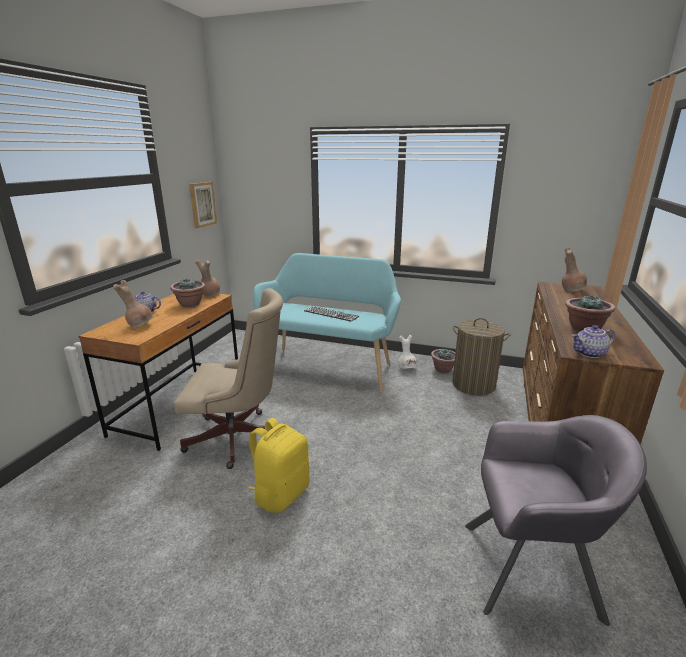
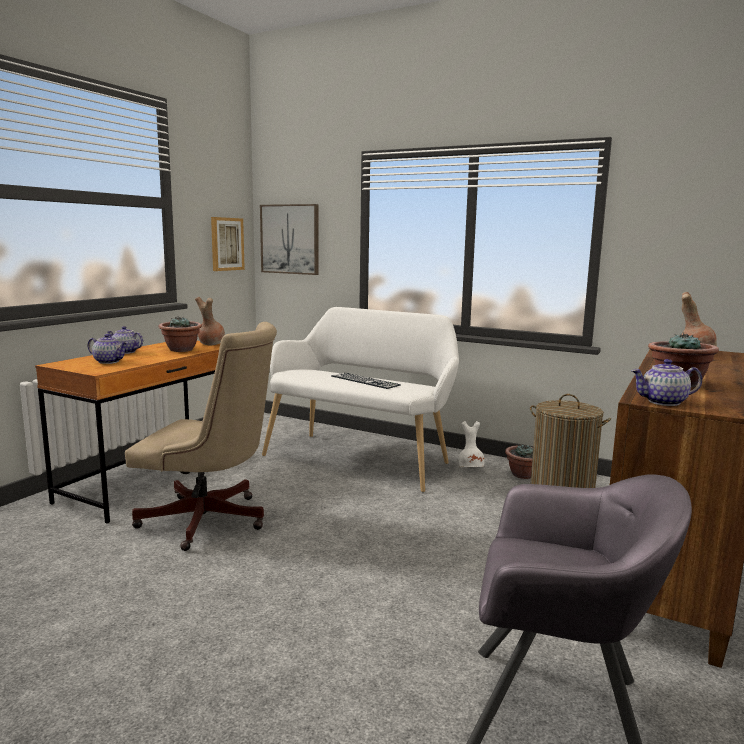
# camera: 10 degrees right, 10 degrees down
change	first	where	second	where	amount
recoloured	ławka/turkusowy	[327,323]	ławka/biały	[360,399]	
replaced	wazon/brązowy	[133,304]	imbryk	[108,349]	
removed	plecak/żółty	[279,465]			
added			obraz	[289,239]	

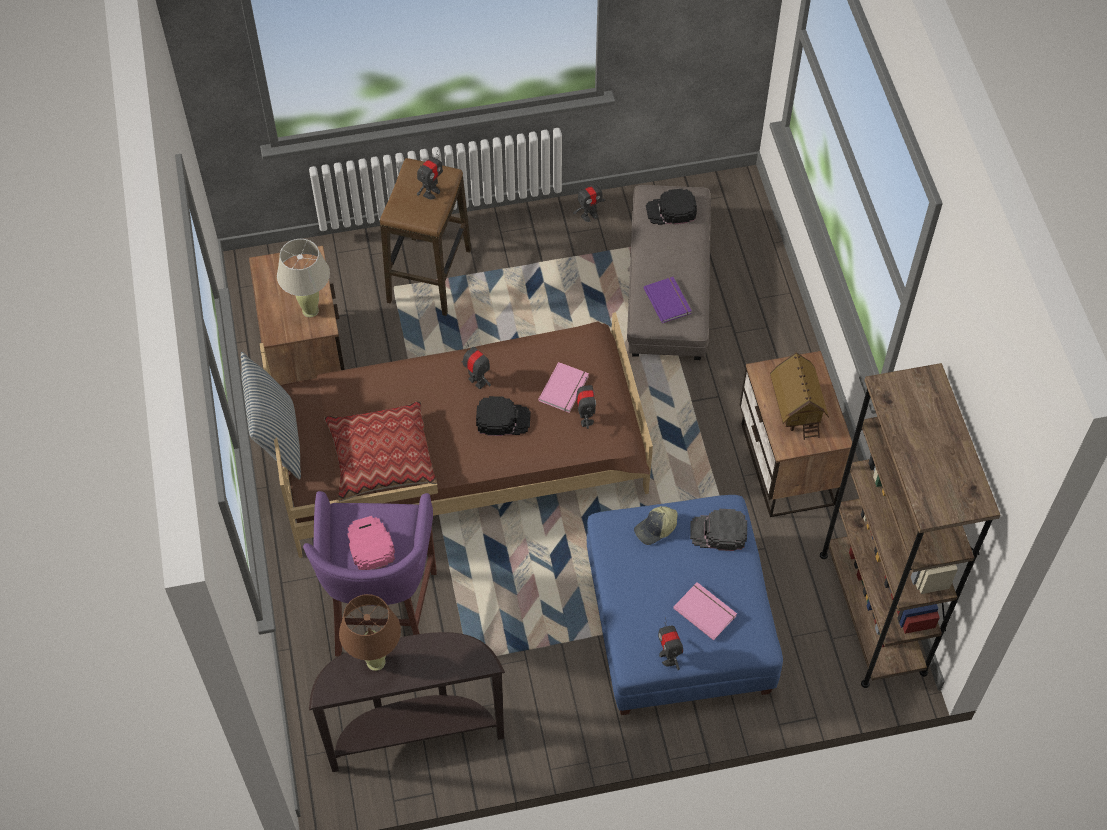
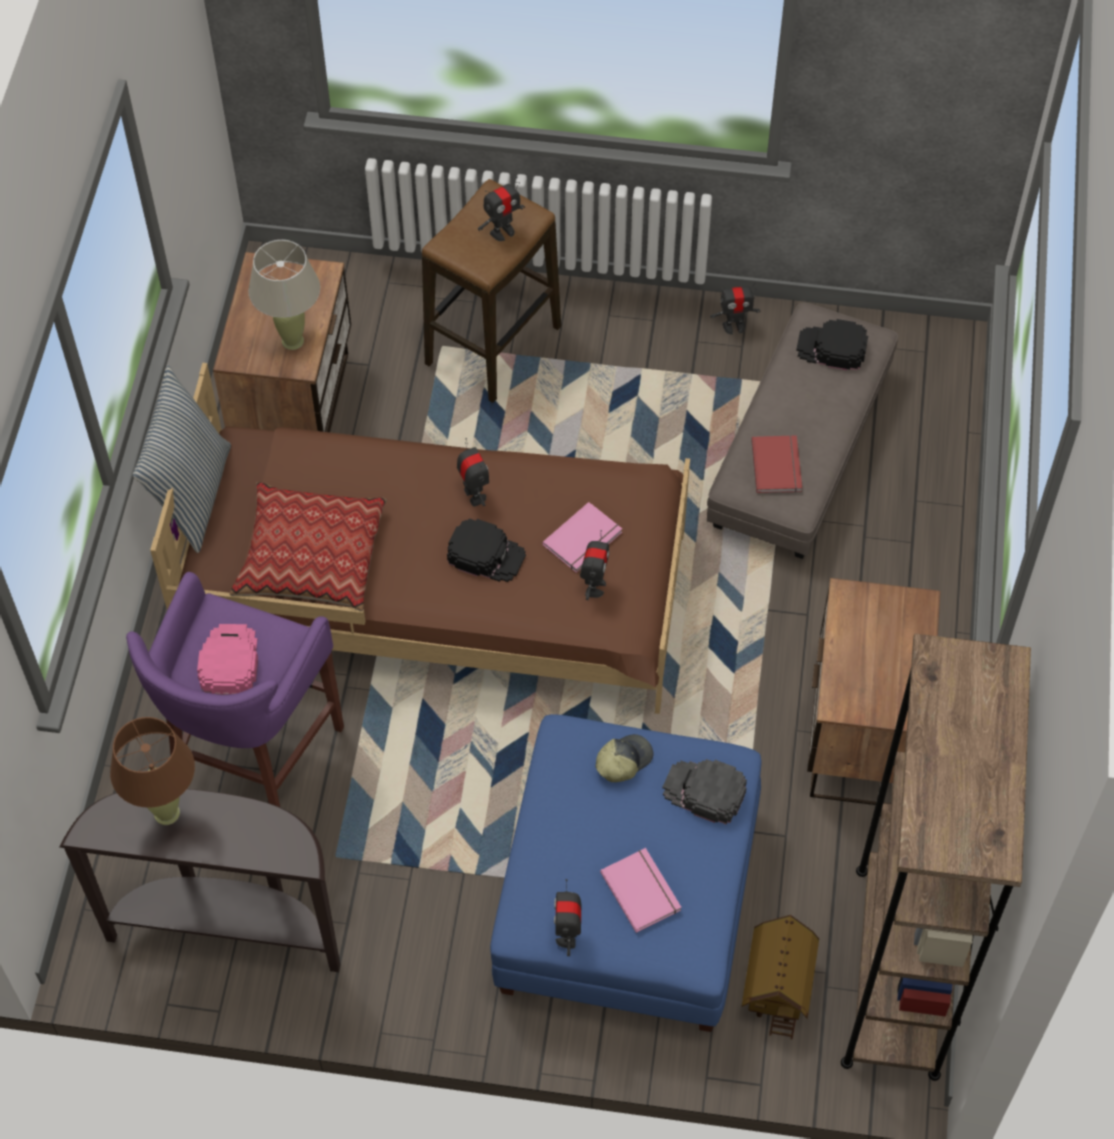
# camera: 20 degrees right, 0 degrees up
change	first	where	second	where	amount
recoloured	książka/fioletowy	[668,300]	książka/czerwony	[776,464]	
moved	domek	[799,396]		[780,977]	
turned	czapka z daszkiem	[656,525]		[625,758]	150 degrees clockwise

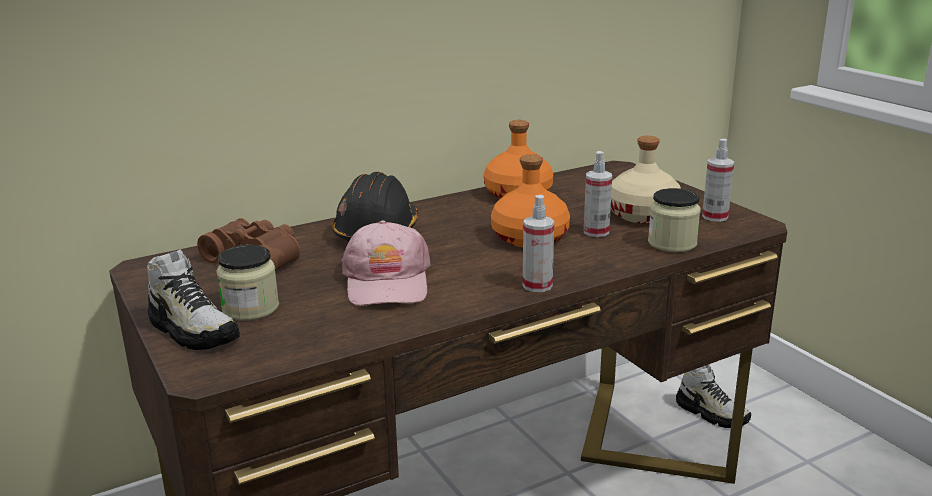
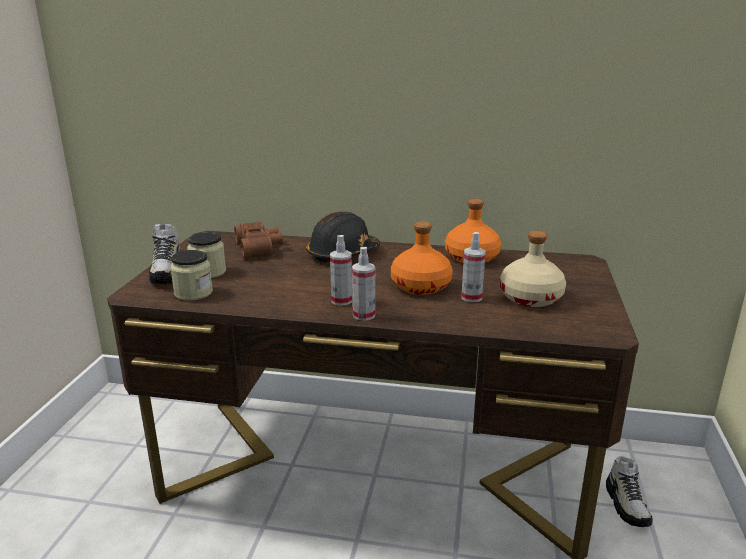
# camera: 40 degrees right, 0 degrees up
change	first	where	second	where	amount
moved	spryskiwacz	[718,180]		[341,270]	
moved	słoik	[674,220]		[191,275]	
removed	czapka z daszkiem/różowy	[386,263]			

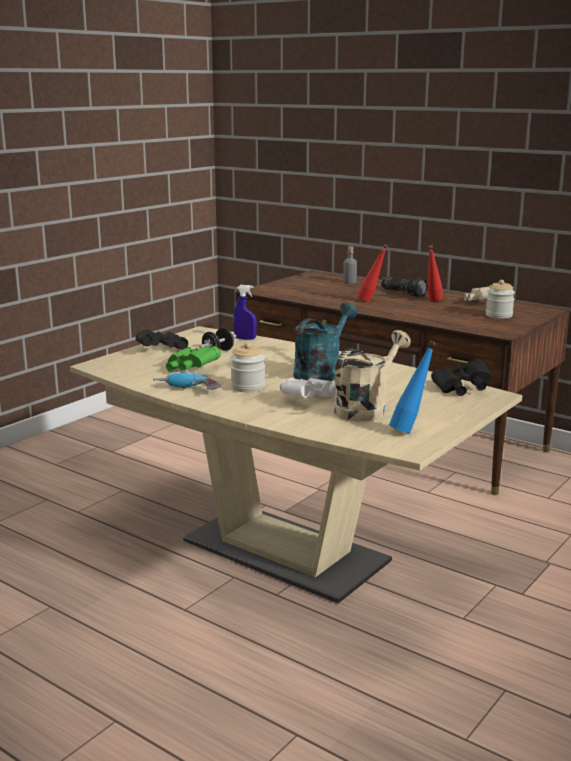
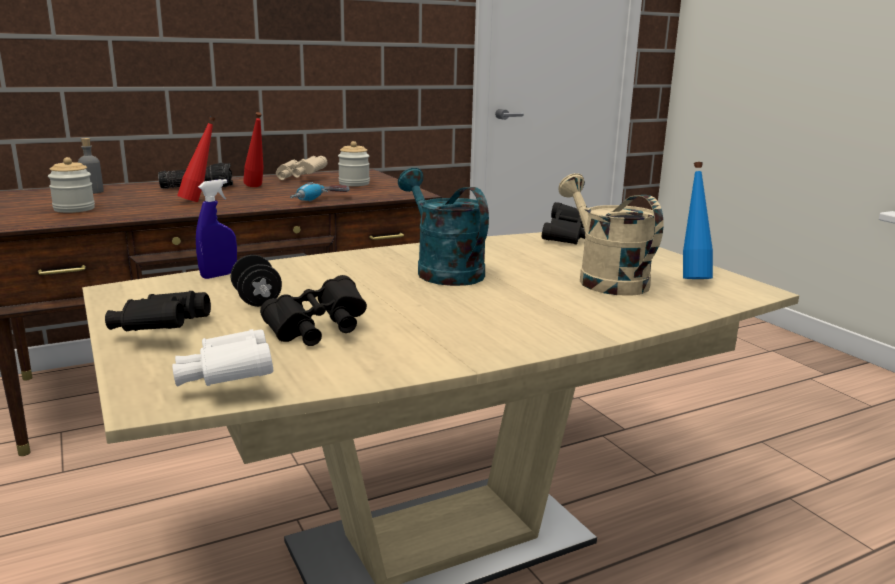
# camera: 65 degrees left, 0 degrees up
change	first	where	second	where	amount
moved	słoik	[247,367]		[71,185]	
recoloured	lornetka/zielony	[193,359]	lornetka/czarny	[313,310]	
moved	wiertarka	[187,380]		[319,191]	
moved	lornetka/biały	[308,388]		[222,358]	

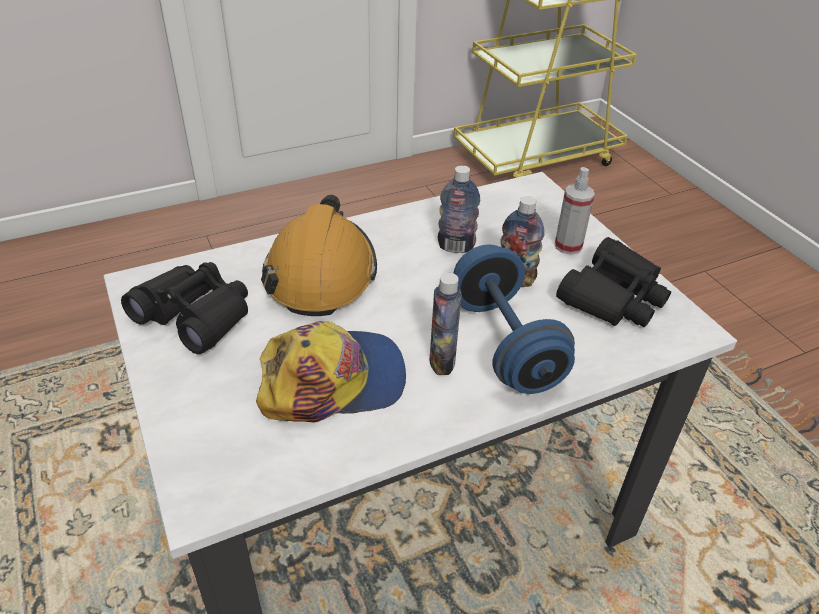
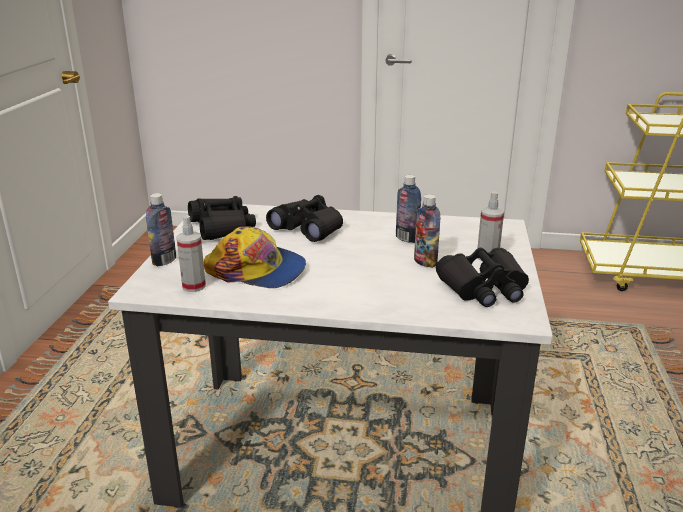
# camera: 35 degrees right, 15 degrees down
change	first	where	second	where	amount
replaced	kask/pomarańczowy	[319,255]	lornetka/czarny	[304,218]	
removed	hantel/niebieski	[514,319]			
moved	butelka	[446,324]		[161,229]	
added			spryskiwacz	[191,254]	

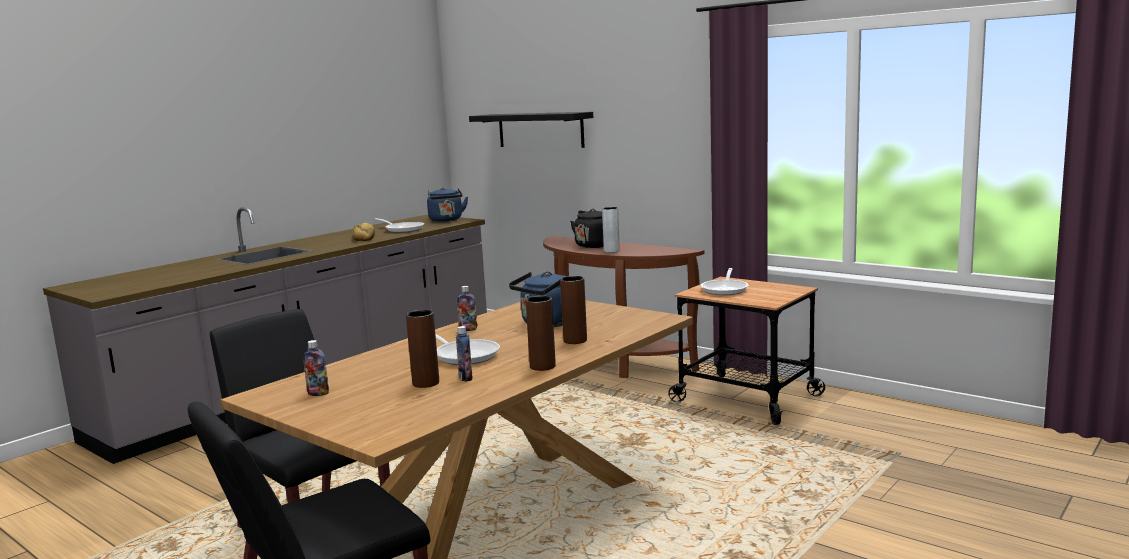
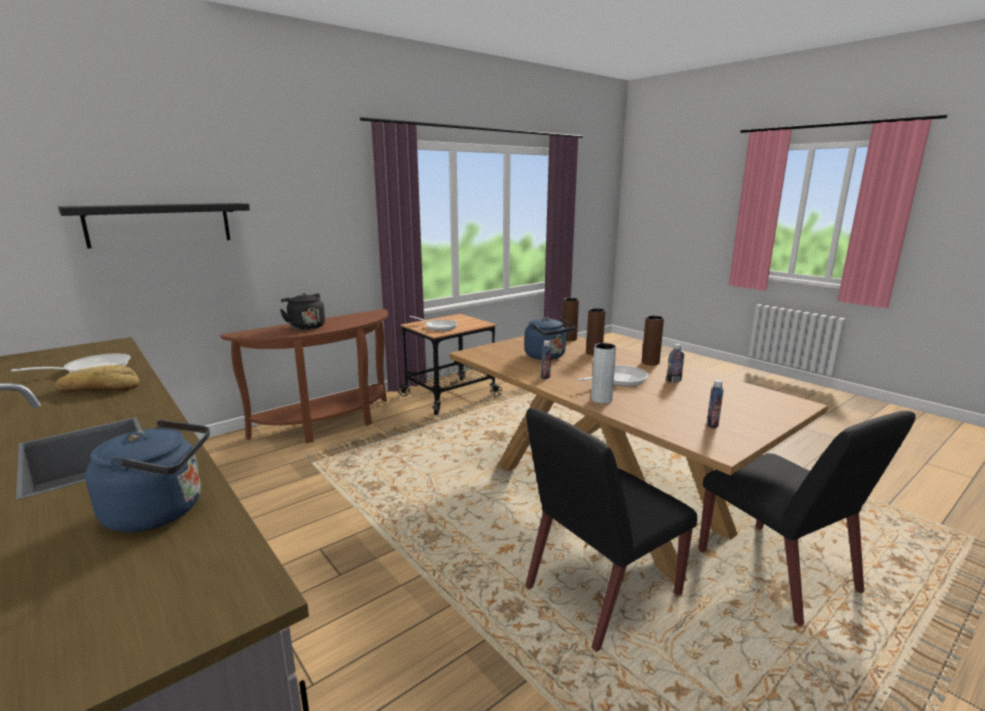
# camera: 80 degrees left, 5 degrees up
change	first	where	second	where	amount
moved	czajnik/niebieski	[447,204]		[147,476]	
moved	wazon/szary	[611,230]		[603,373]	
moved	wazon/brązowy	[422,349]		[571,319]	

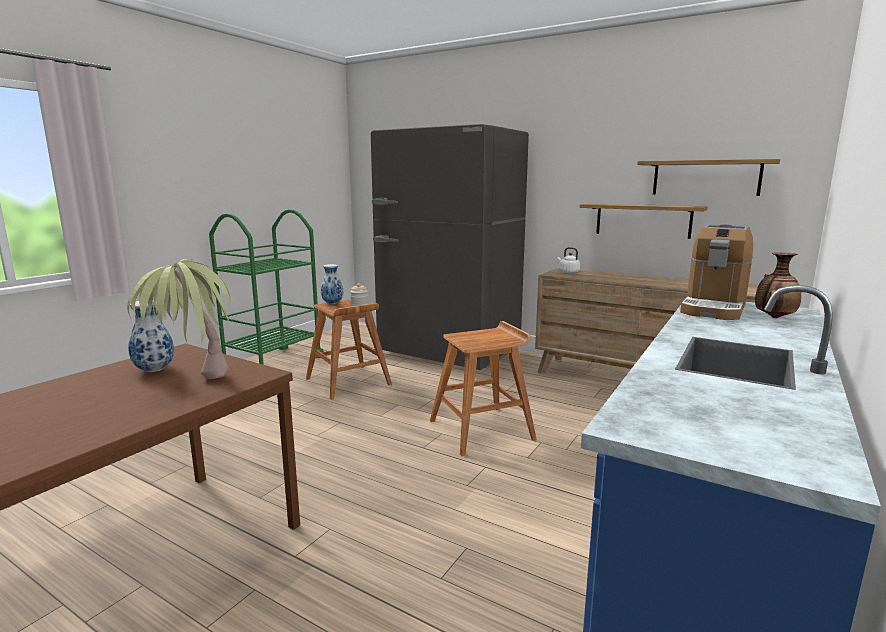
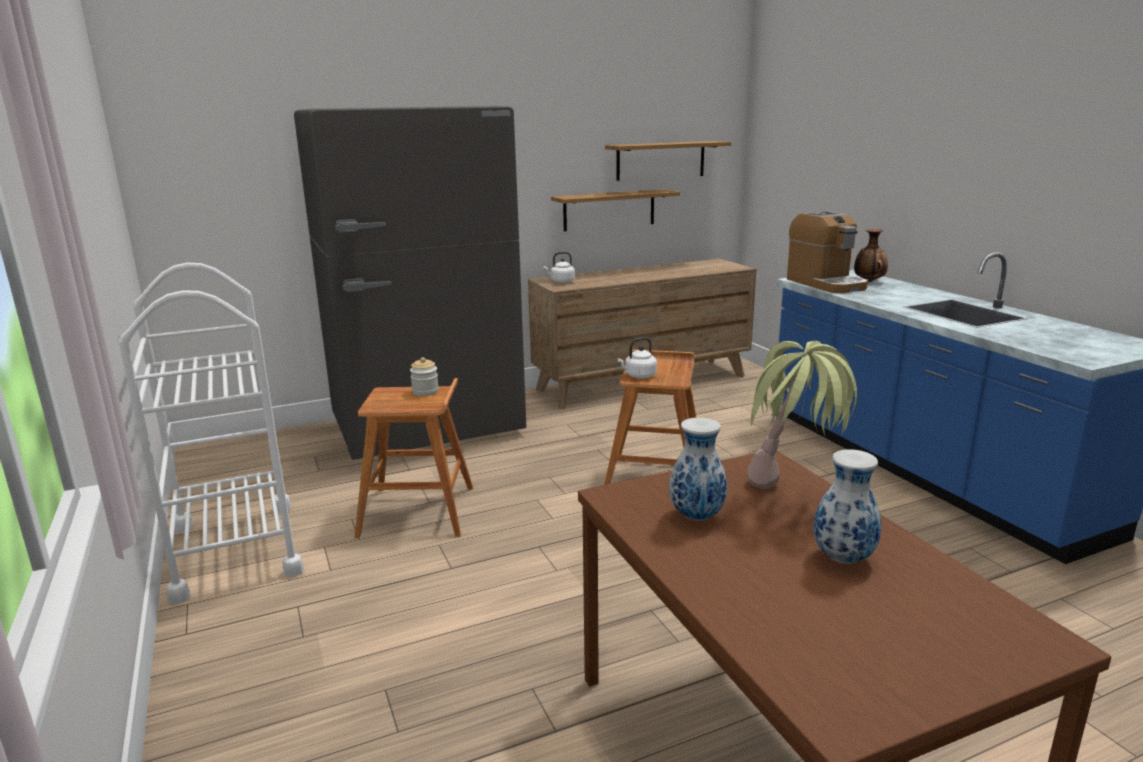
# camera: 55 degrees left, 5 degrees up
change	first	where	second	where	amount
recoloured	wózek/zielony	[266,287]	wózek/biały	[211,433]	
moved	wazon	[332,284]		[847,506]	
added			czajnik/biały	[637,357]	

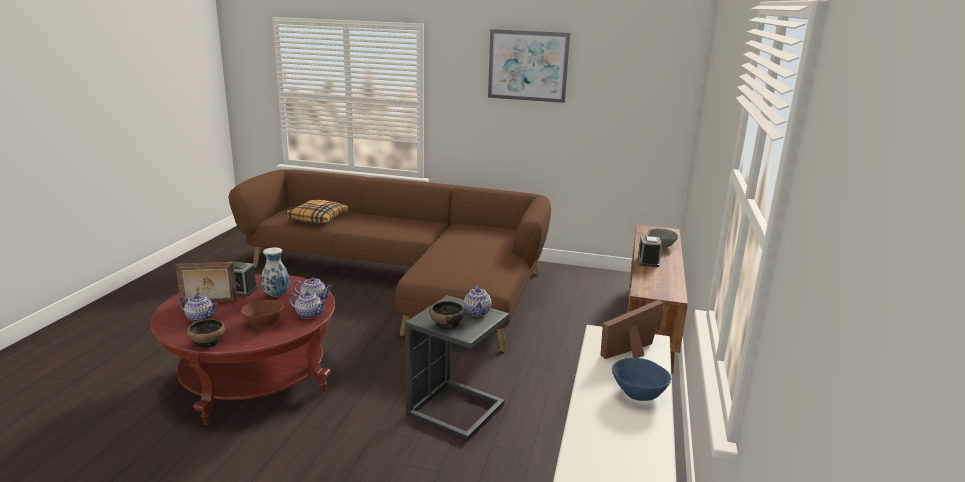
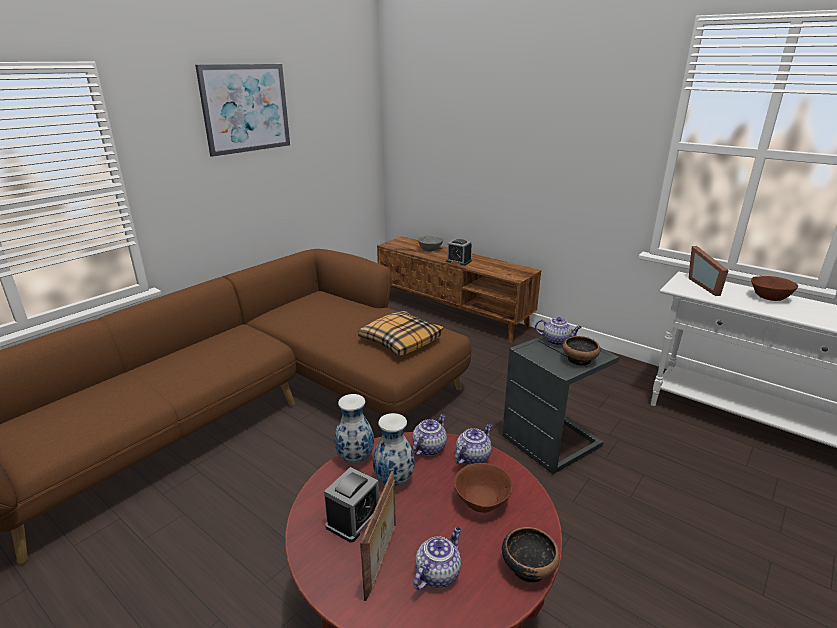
# camera: 65 degrees left, 5 degrees up
change	first	where	second	where	amount
moved	poduszka	[317,211]		[401,333]	
recoloured	miska/niebieski	[641,379]	miska/brązowy	[774,288]	
added			wazon	[354,428]	

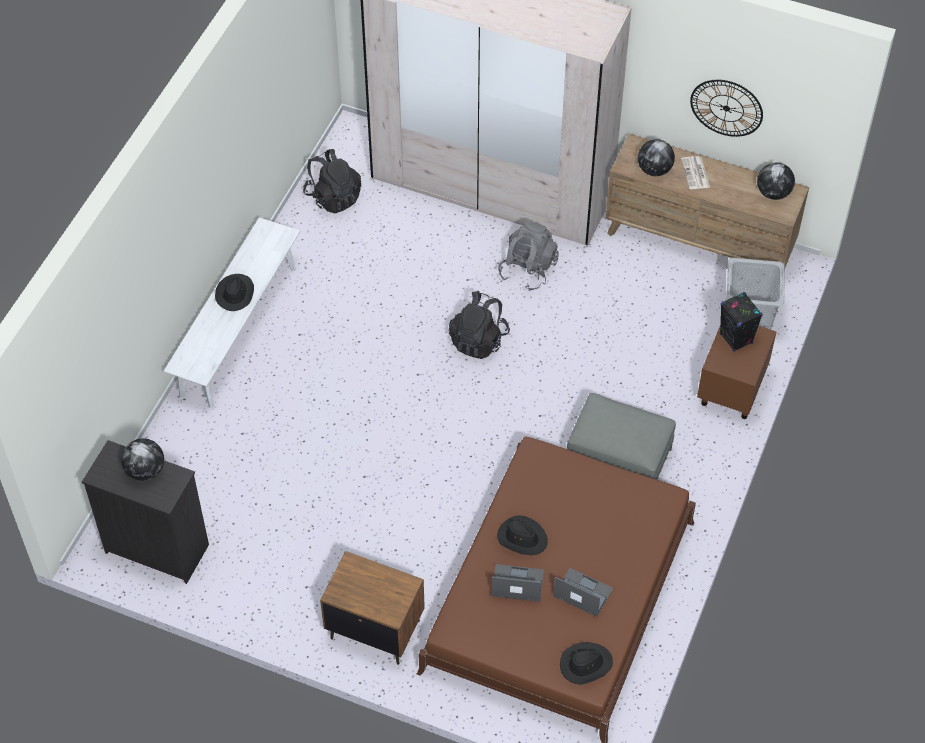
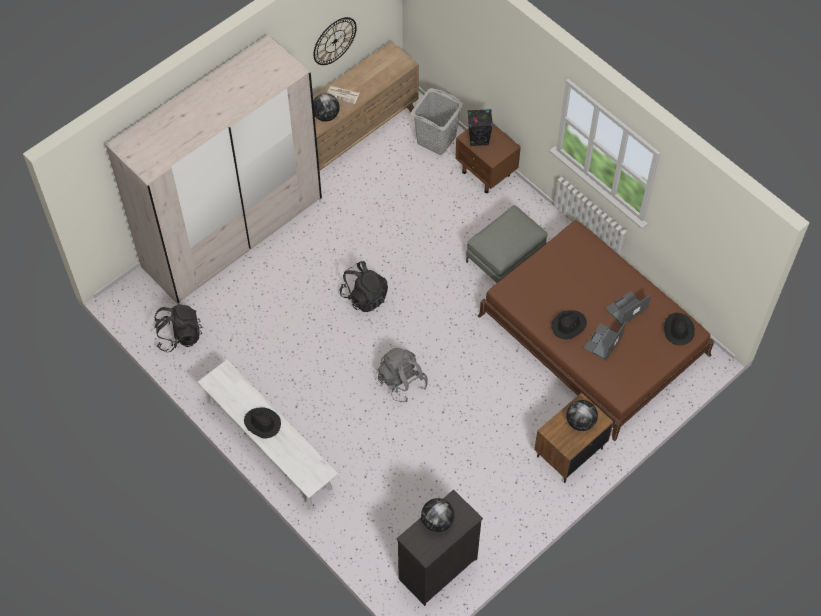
# camera: 65 degrees left, 5 degrees up
change	first	where	second	where	amount
moved	globus	[776,181]		[582,415]	
moved	plecak/szary	[528,256]		[402,375]	

